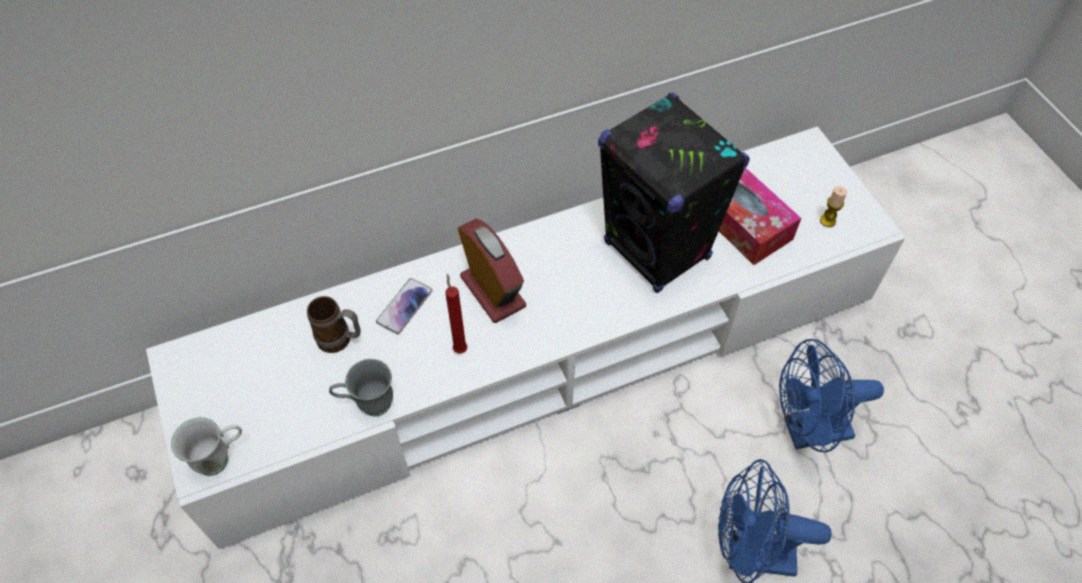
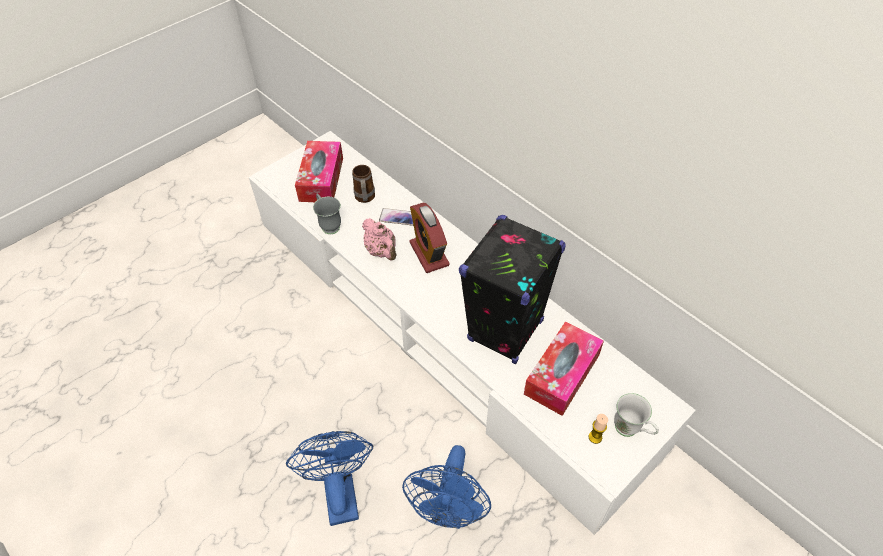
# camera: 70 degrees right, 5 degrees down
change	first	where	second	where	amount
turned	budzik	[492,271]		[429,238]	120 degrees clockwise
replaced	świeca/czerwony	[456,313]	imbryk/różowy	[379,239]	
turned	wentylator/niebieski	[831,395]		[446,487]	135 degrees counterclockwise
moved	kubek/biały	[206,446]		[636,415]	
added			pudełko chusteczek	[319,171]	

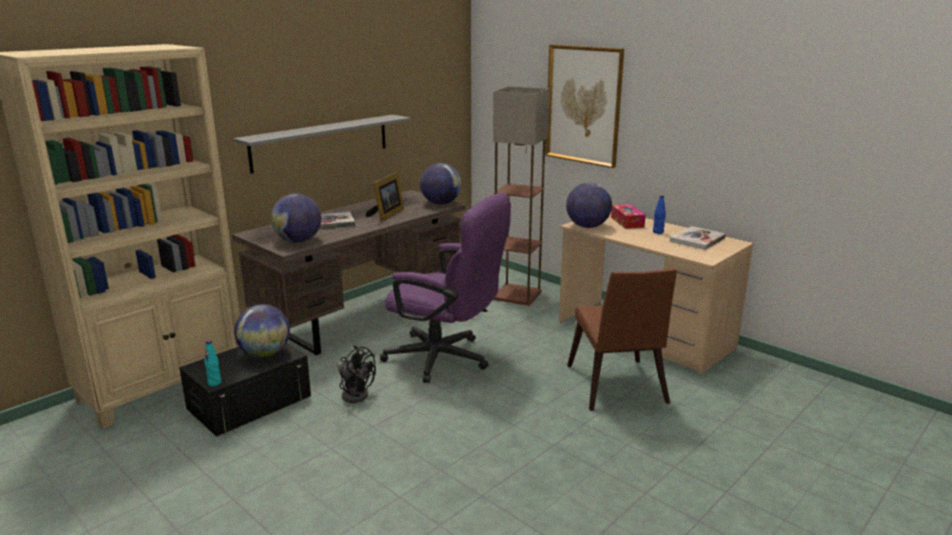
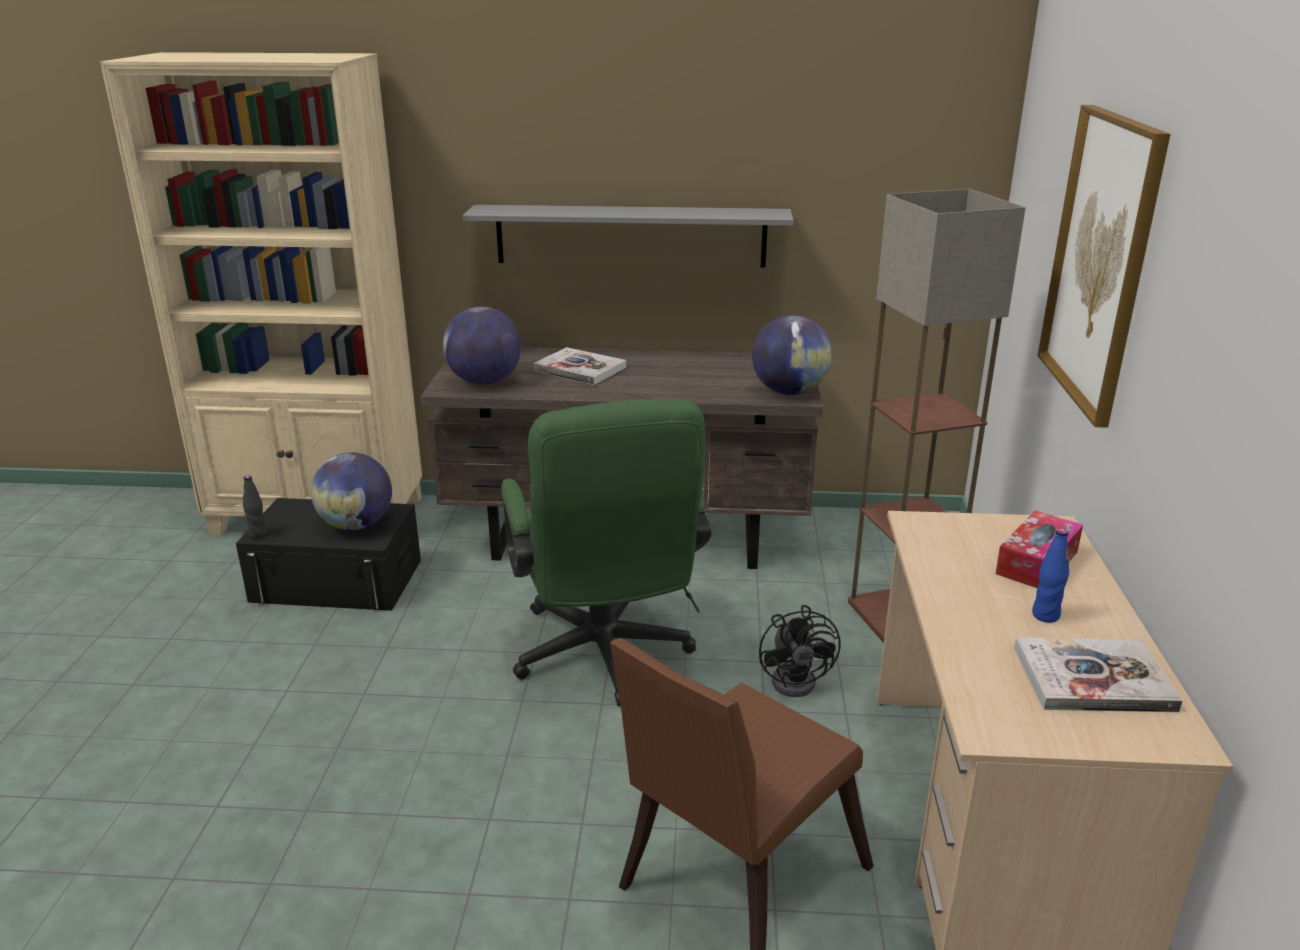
# camera: 50 degrees right, 5 degrees up
change	first	where	second	where	amount
removed	ramka na zdjęcie	[385,197]			
removed	globus	[589,205]			
recoloured	krzesło biurowe/fioletowy	[445,288]	krzesło biurowe/zielony	[606,552]	
recoloured	butelka/turkusowy	[212,363]	butelka/czarny	[255,507]	
moved	wentylator/czarny	[356,374]		[799,651]	

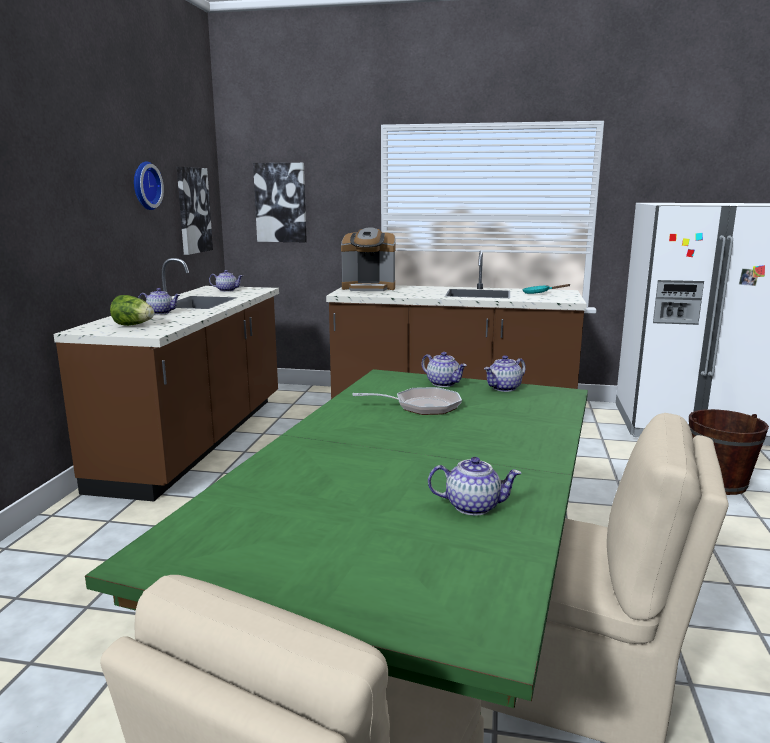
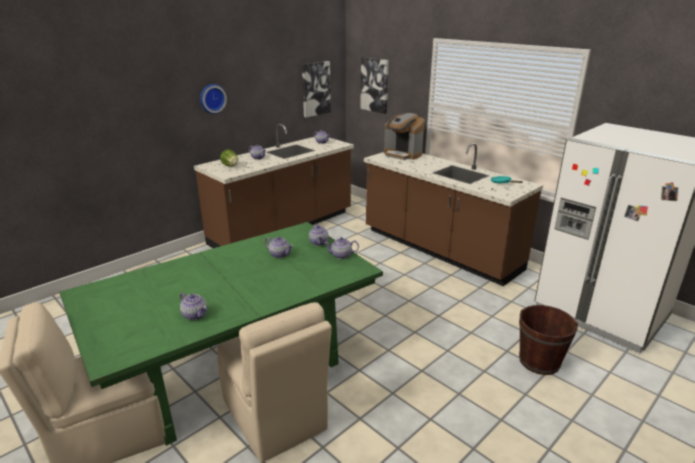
# camera: 35 degrees right, 10 degrees up
change	first	where	second	where	amount
moved	zegar ścienny	[149,185]		[213,99]	
replaced	patelnia	[407,401]	imbryk	[278,247]	

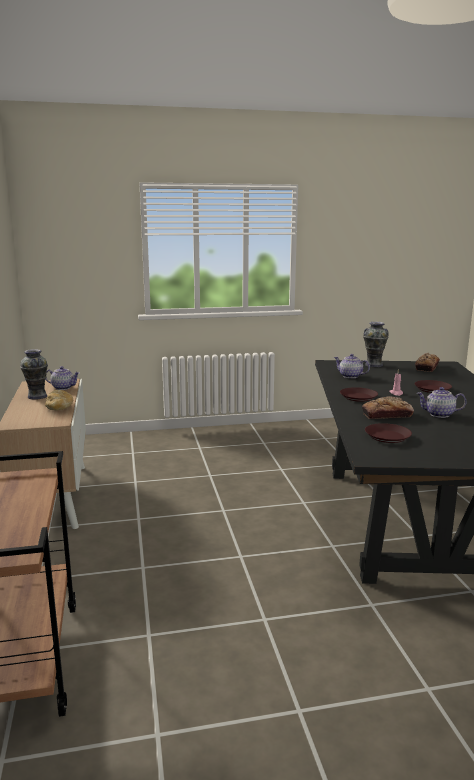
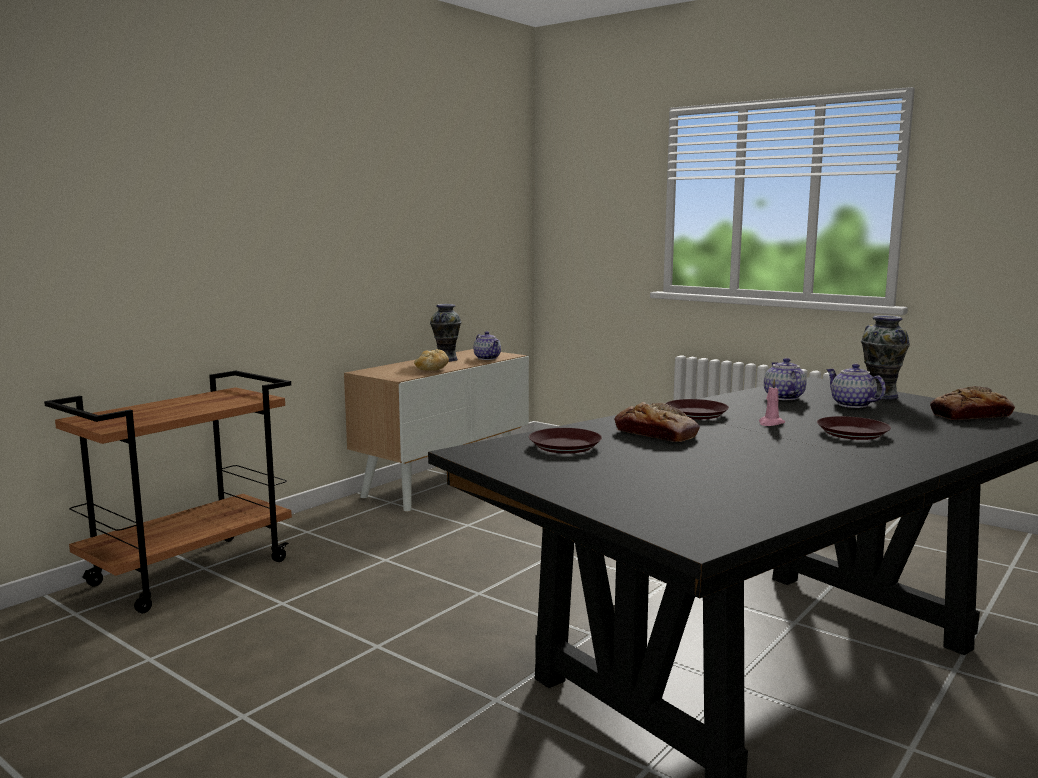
# camera: 50 degrees right, 5 degrees down
change	first	where	second	where	amount
moved	imbryk	[441,402]		[856,386]	

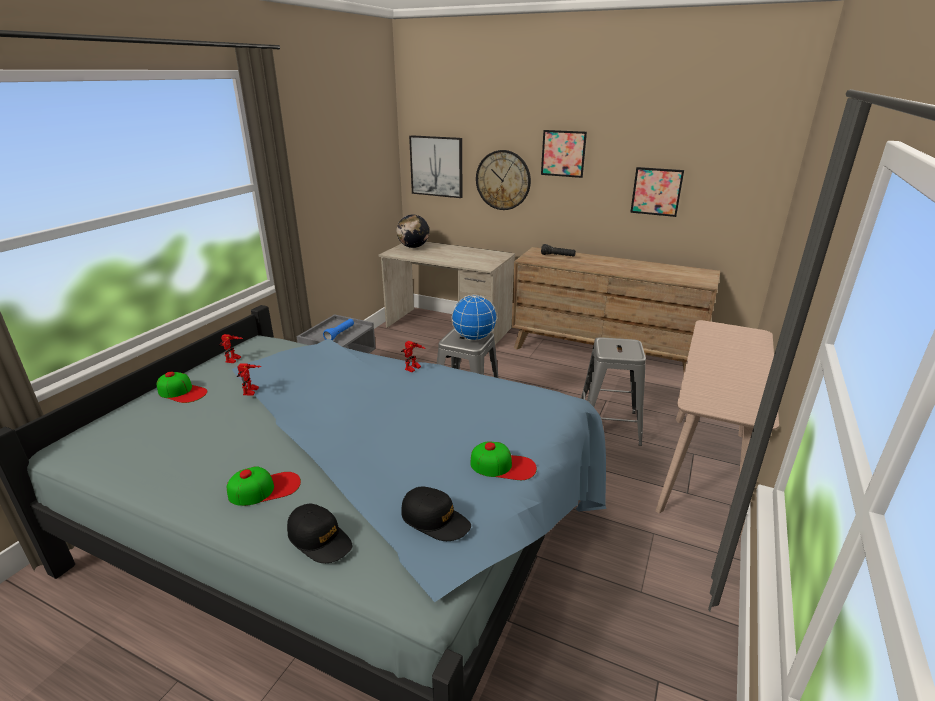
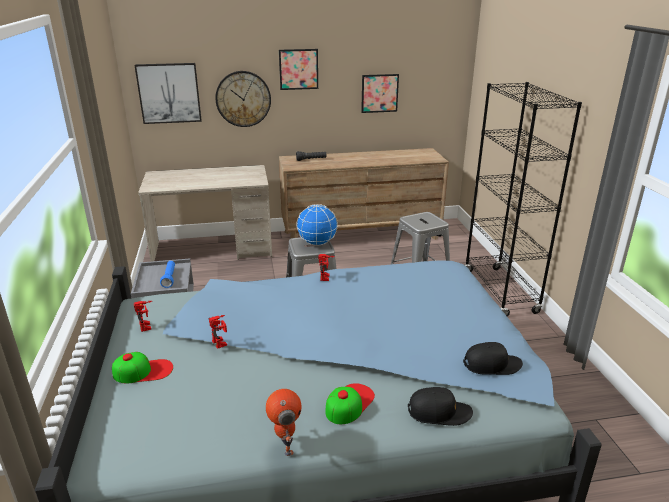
# camera: 35 degrees left, 0 degrees up
change	first	where	second	where	amount
removed	globus	[413,231]			
replaced	stolik konsolowy/beżowy	[717,428]	regał/czarny	[523,199]	
removed	czapka z daszkiem	[503,461]			
added			robot zabawkowy	[284,422]	

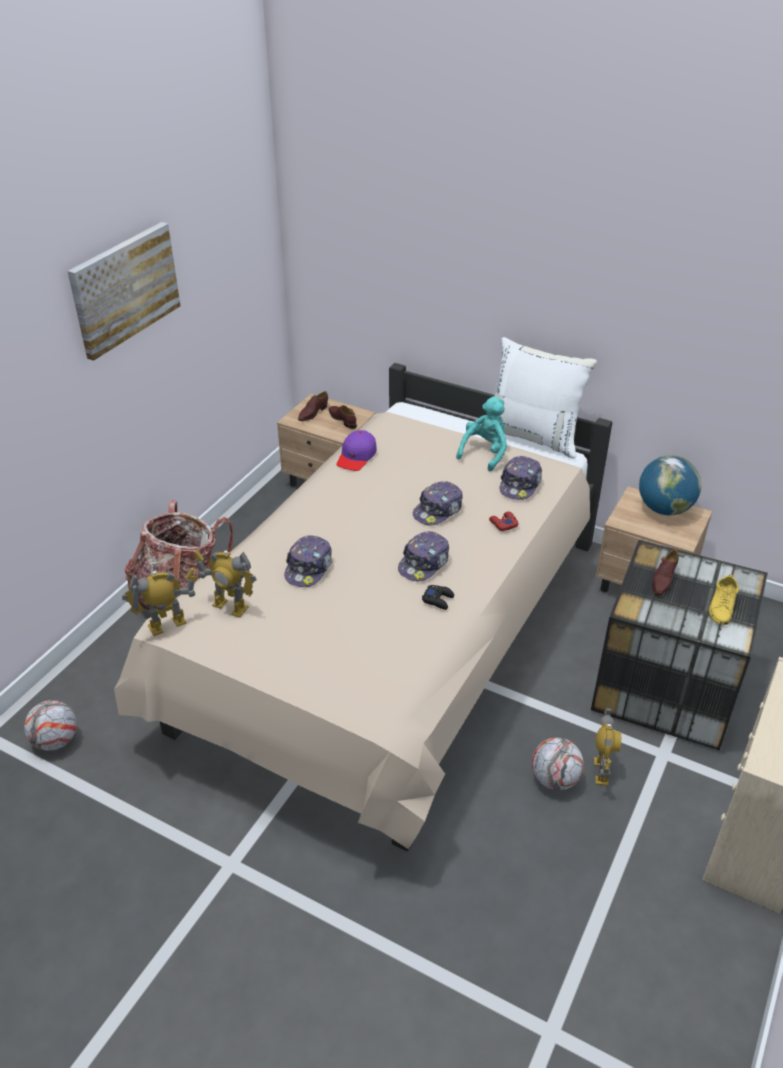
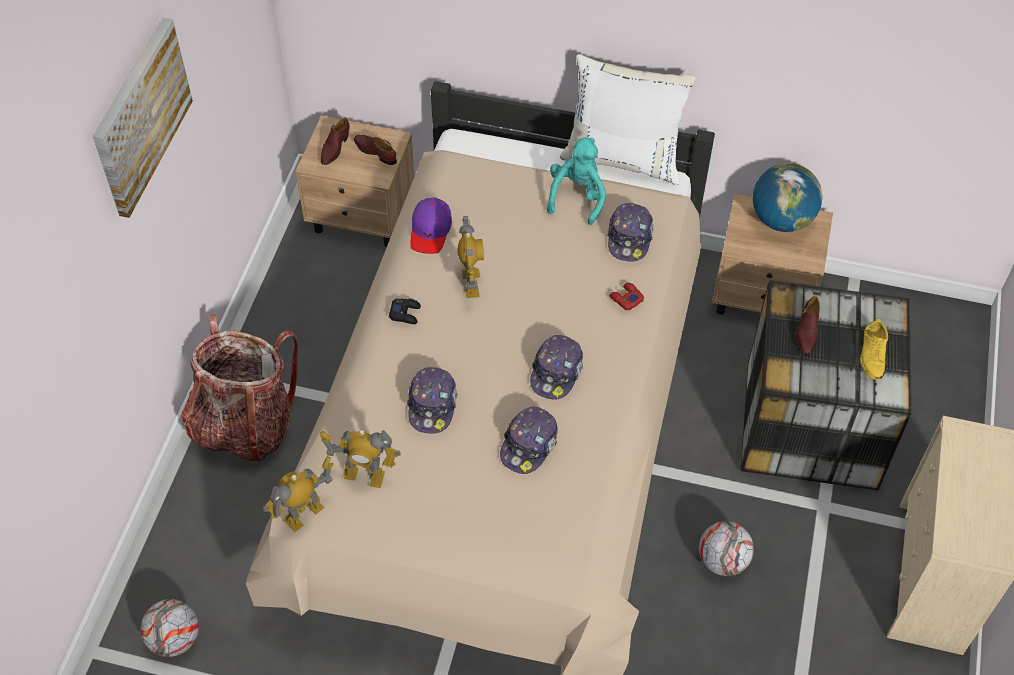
# camera: 15 degrees left, 15 degrees up
change	first	where	second	where	amount
moved	czapka z daszkiem	[438,503]		[529,440]	
moved	pad do gier/czarny	[438,597]		[405,311]	
moved	robot zabawkowy	[607,746]		[471,257]	

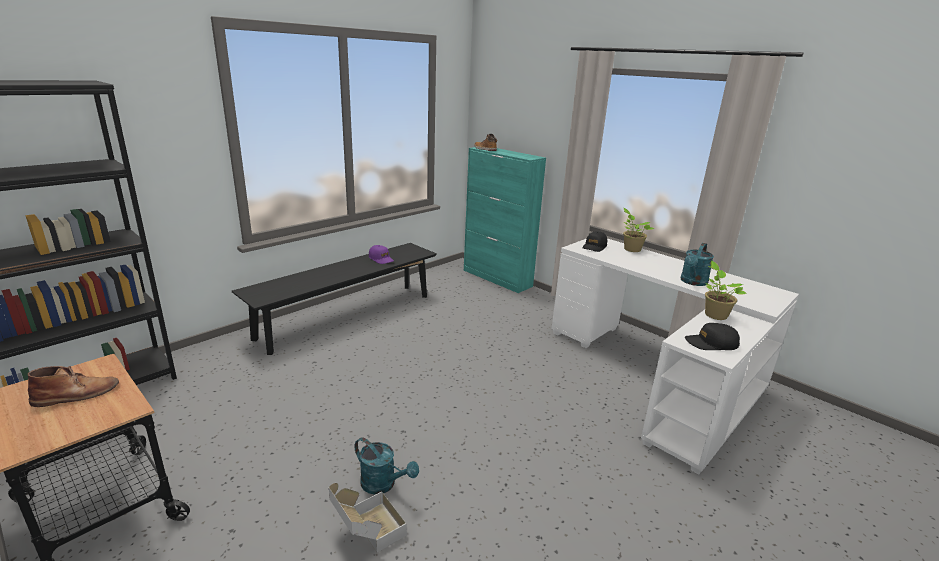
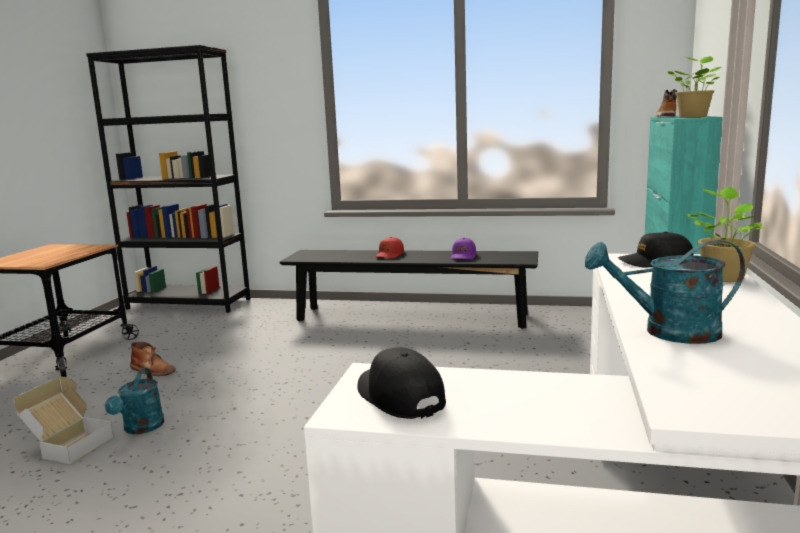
# camera: 60 degrees right, 10 degrees down
change	first	where	second	where	amount
moved	roślina doniczkowa	[726,290]		[694,87]	
moved	but z cholewką/brązowy	[73,386]		[153,359]	
added			czapka z daszkiem/czerwony	[389,247]	

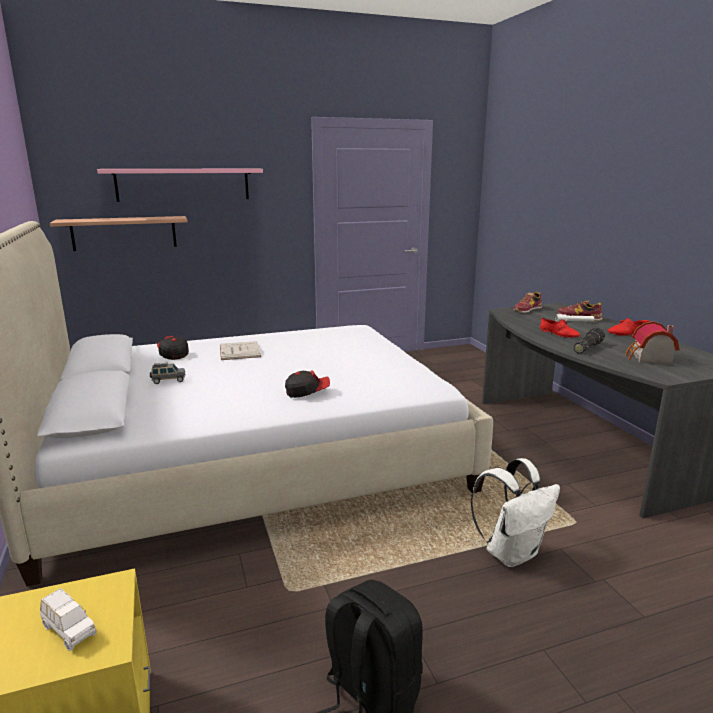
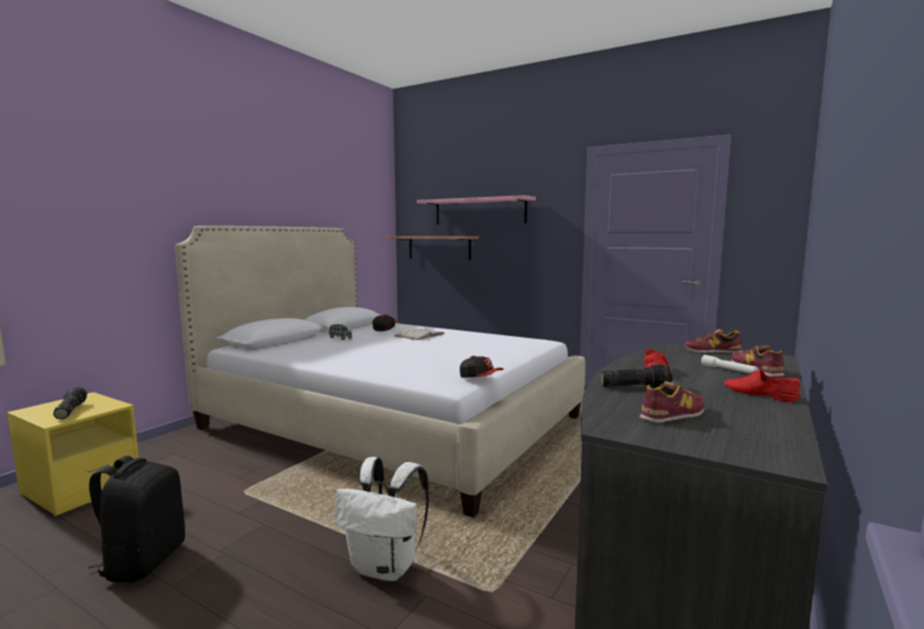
# camera: 50 degrees right, 10 degrees down
change	first	where	second	where	amount
replaced	domek	[652,343]	but	[672,402]	
moved	czapka z daszkiem	[307,384]		[482,367]	
replaced	samochodzik/biały	[68,619]	latarka	[70,403]	

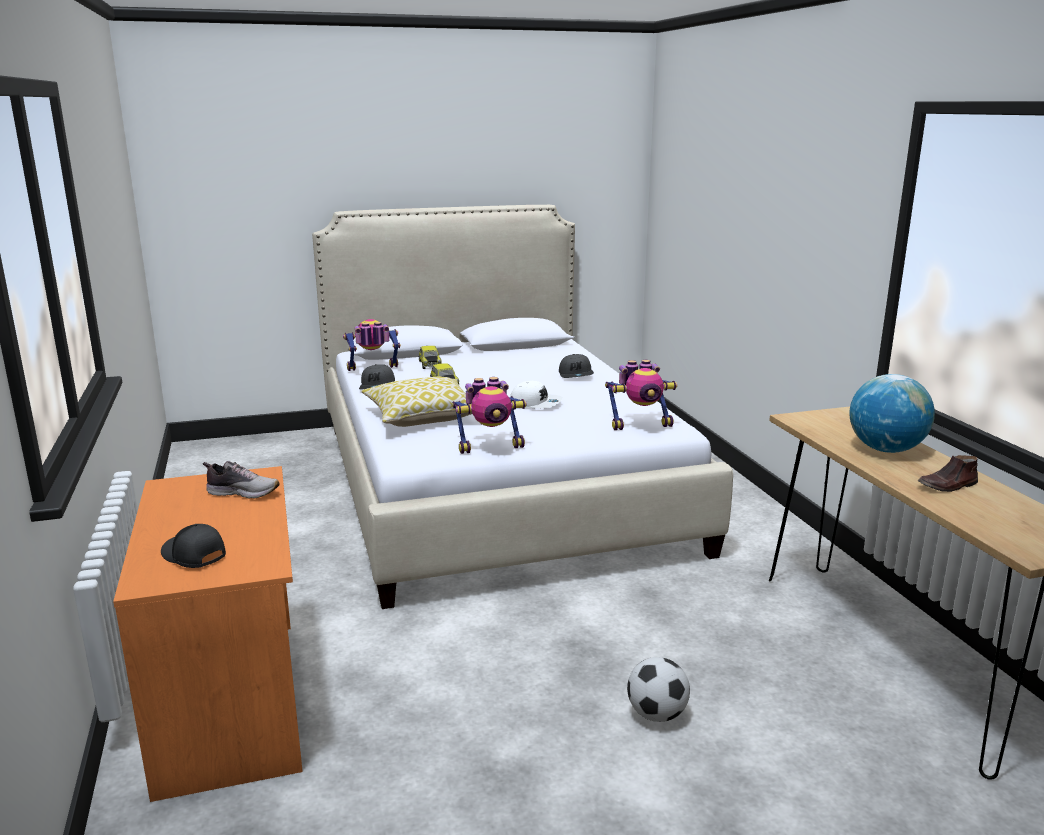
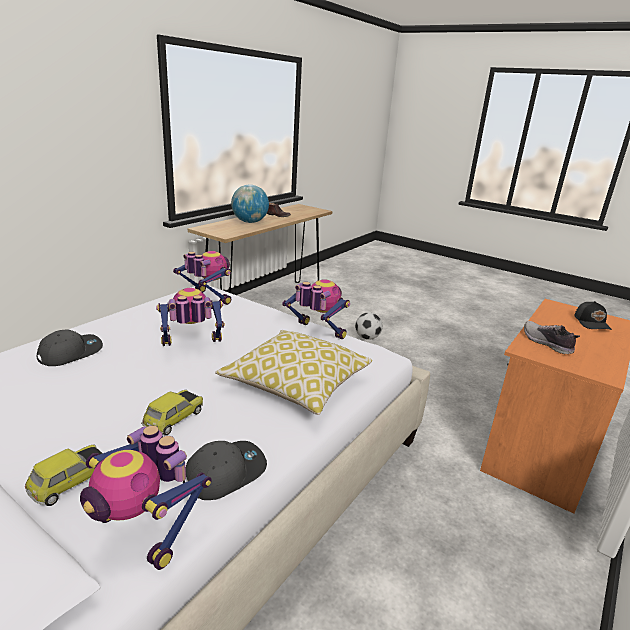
# camera: 130 degrees left, 5 degrees up
change	first	where	second	where	amount
replaced	czapka z daszkiem/biały	[536,395]	robot zabawkowy	[190,317]	

